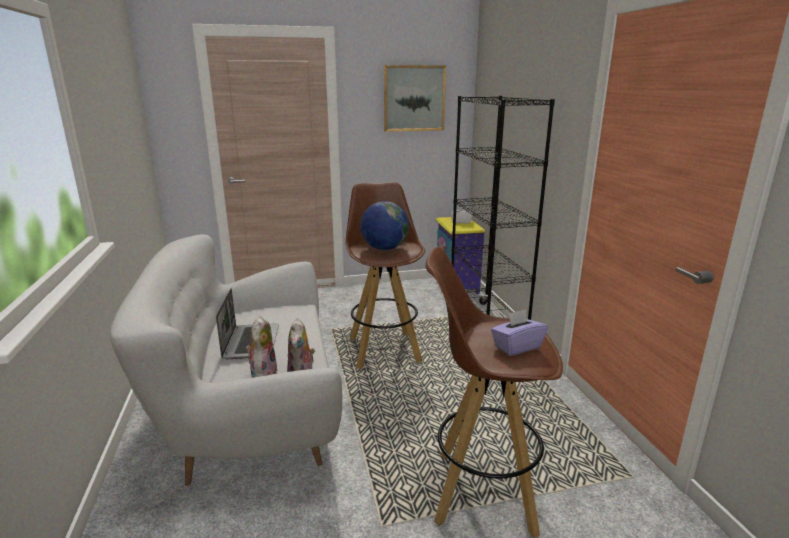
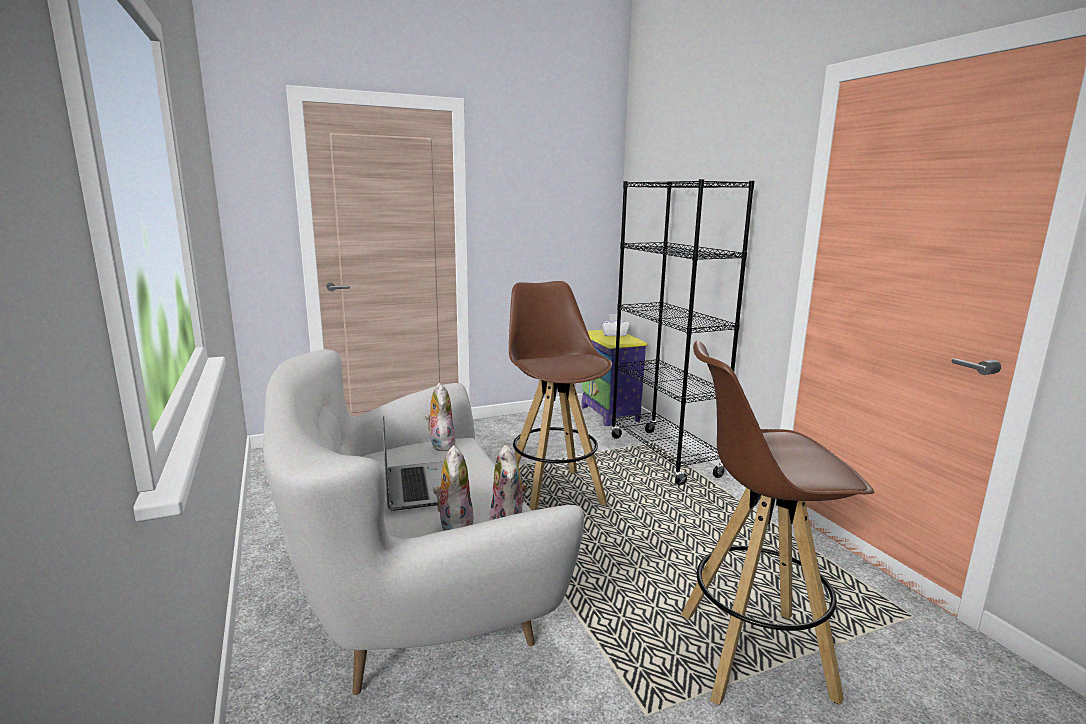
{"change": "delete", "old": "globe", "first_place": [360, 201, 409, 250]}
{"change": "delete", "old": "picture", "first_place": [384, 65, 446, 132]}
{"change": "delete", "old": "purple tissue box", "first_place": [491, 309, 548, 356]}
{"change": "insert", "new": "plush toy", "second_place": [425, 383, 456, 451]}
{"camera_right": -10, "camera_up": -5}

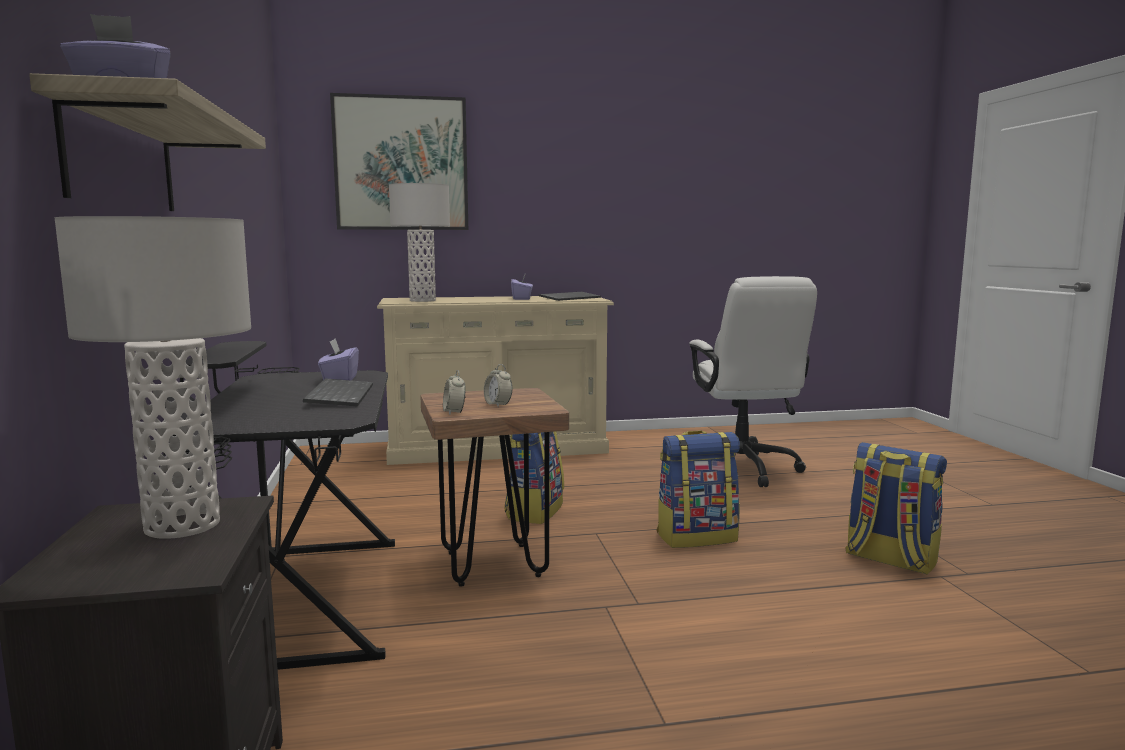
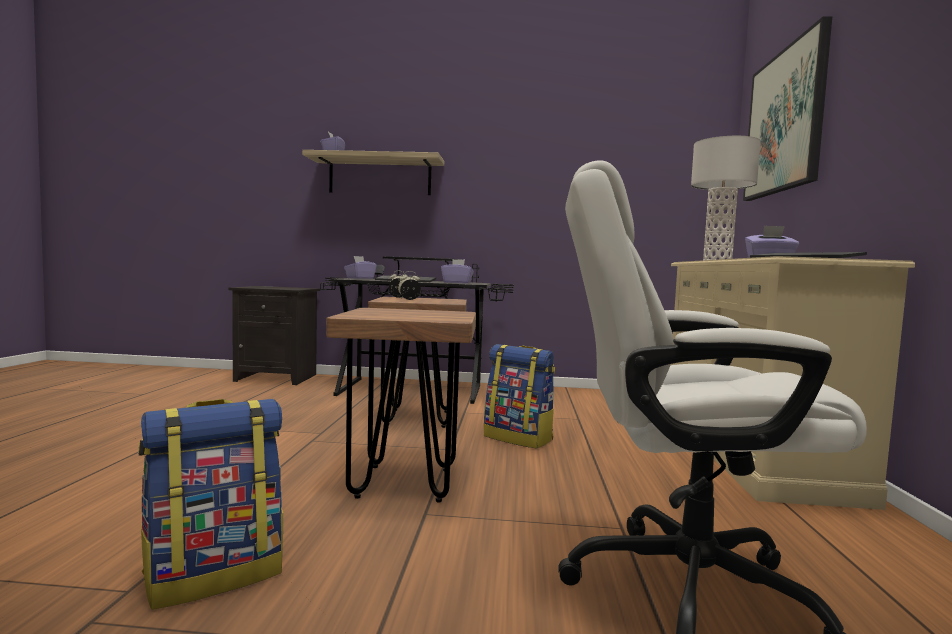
{"change": "delete", "old": "white table lamp", "first_place": [55, 216, 251, 539]}
{"change": "replace", "old": "backpack", "new": "brown stool", "first_place": [657, 430, 740, 548], "second_place": [326, 308, 476, 503]}
{"change": "insert", "new": "purple tissue box", "second_place": [344, 256, 377, 279]}
{"camera_right": 105, "camera_up": -5}

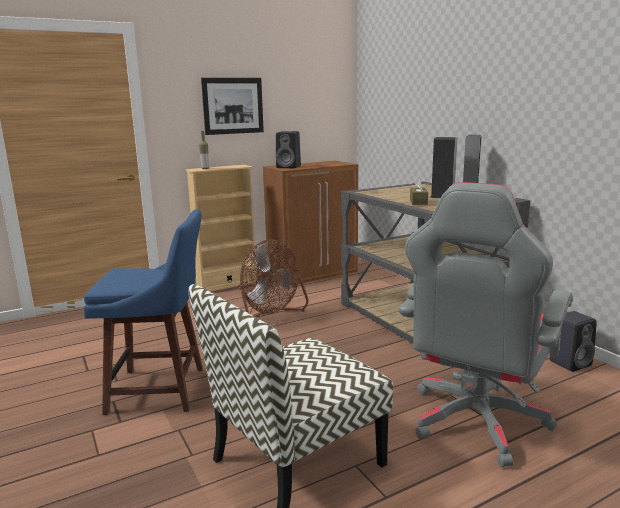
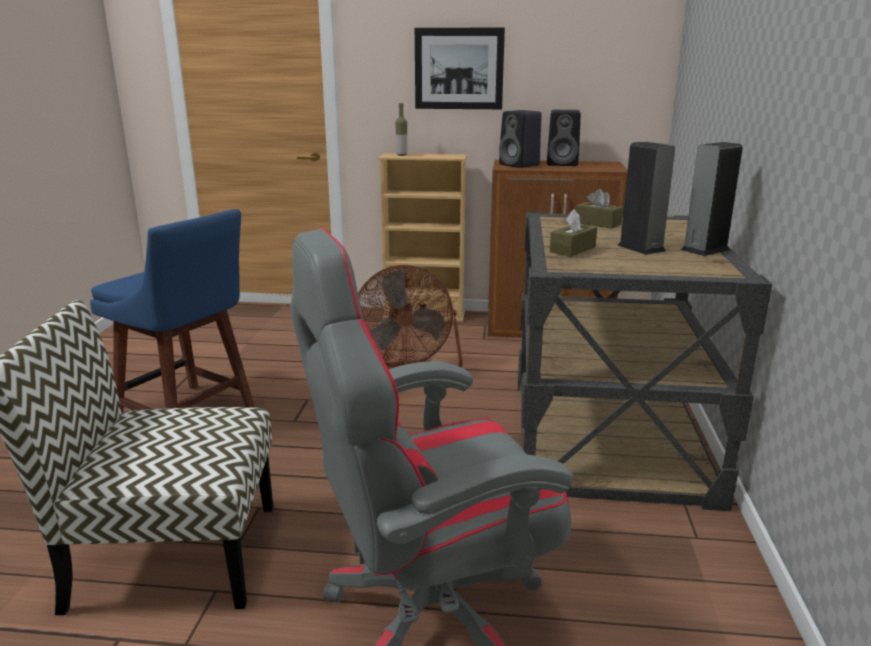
{"change": "move", "old": "black speaker", "first_place": [550, 311, 597, 372], "second_place": [547, 110, 581, 166]}
{"change": "insert", "new": "brown tissue box", "second_place": [576, 189, 623, 229]}
{"camera_right": 35, "camera_up": 5}

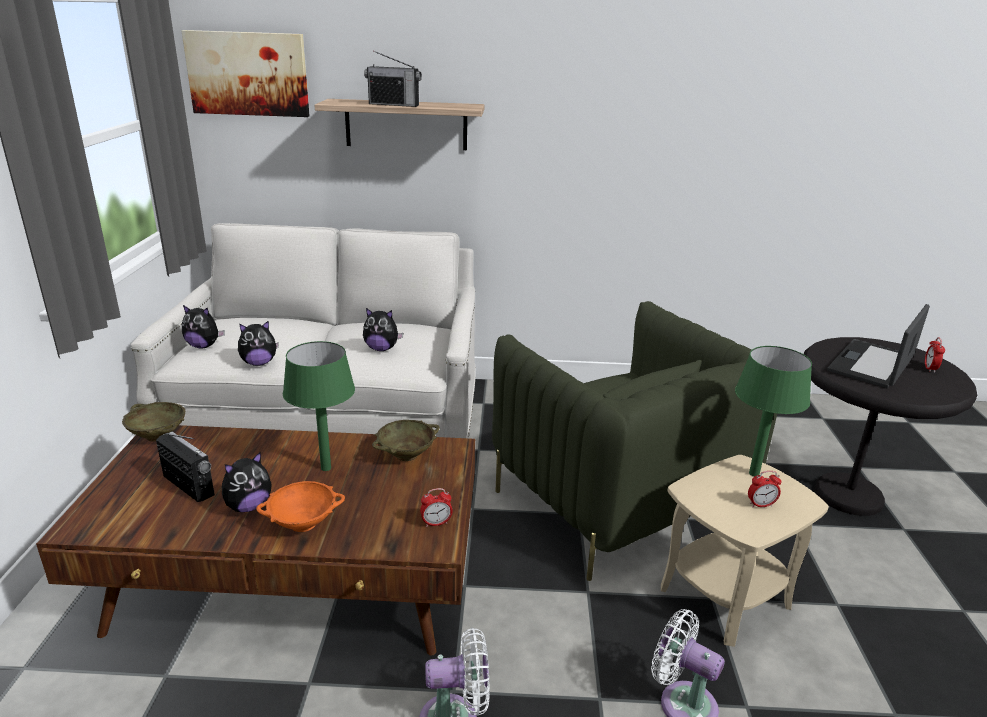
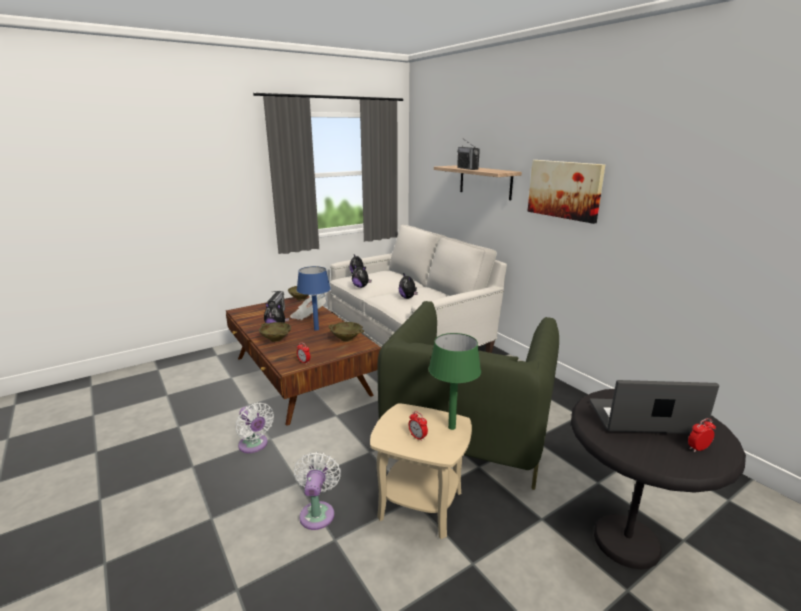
{"change": "move", "old": "picture", "first_place": [181, 30, 310, 117], "second_place": [527, 160, 605, 224]}
{"change": "recolor", "old": "orange bowl", "new": "beige bowl", "first_place": [256, 481, 345, 532], "second_place": [259, 322, 291, 342]}
{"change": "recolor", "old": "green table lamp", "new": "blue table lamp", "first_place": [283, 341, 355, 471], "second_place": [297, 266, 331, 331]}
{"change": "insert", "new": "newspaper", "second_place": [290, 292, 327, 320]}
{"camera_right": 55, "camera_up": -5}

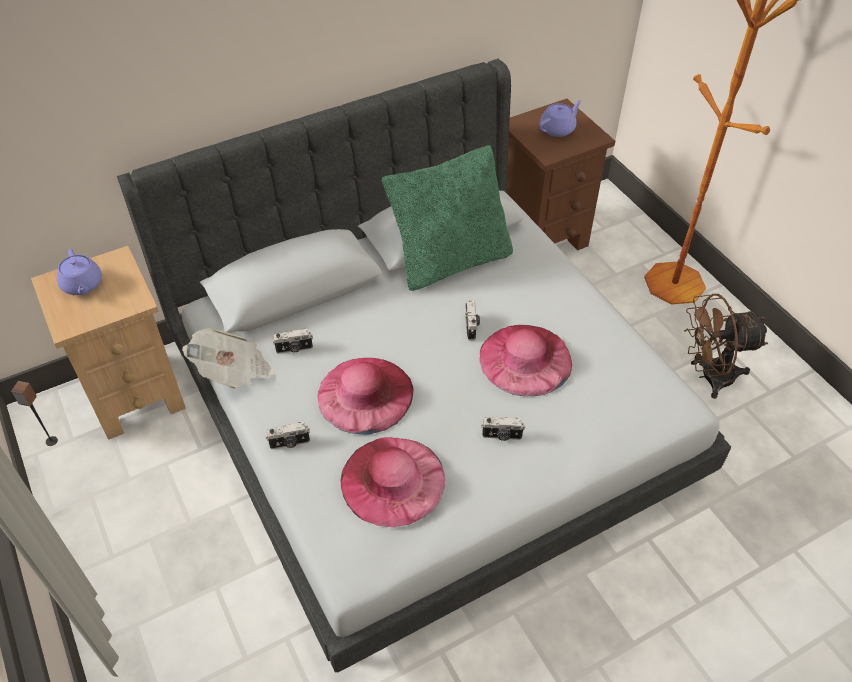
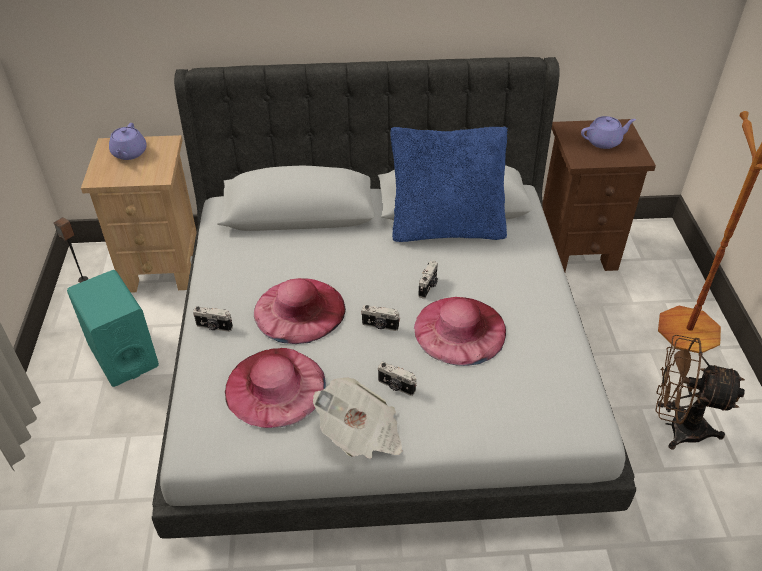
{"change": "move", "old": "newspaper", "first_place": [182, 328, 275, 388], "second_place": [313, 377, 402, 459]}
{"change": "move", "old": "photo camera", "first_place": [273, 329, 313, 354], "second_place": [361, 305, 400, 331]}
{"change": "recolor", "old": "green pillow", "new": "blue pillow", "first_place": [382, 145, 513, 291], "second_place": [390, 126, 508, 242]}
{"change": "insert", "new": "turquoise speaker", "second_place": [67, 270, 159, 387]}
{"camera_right": 25, "camera_up": -5}

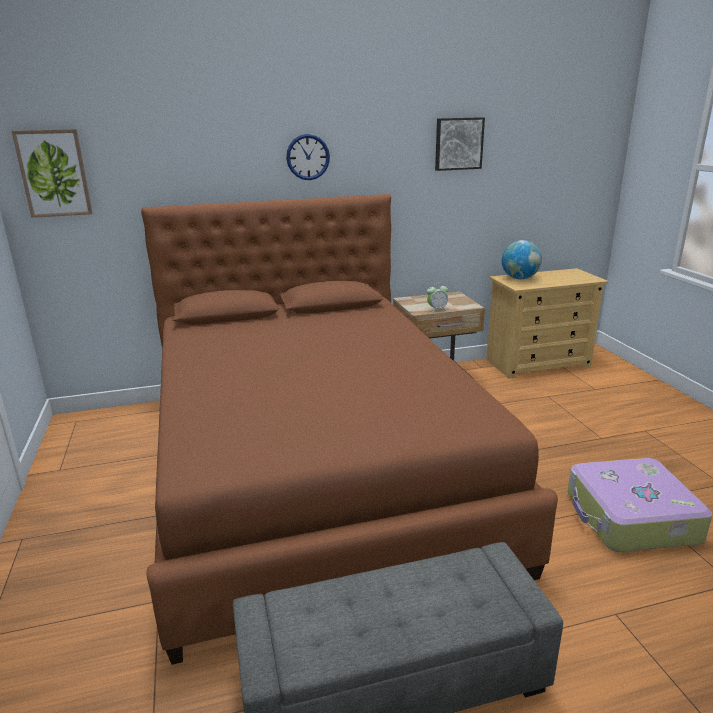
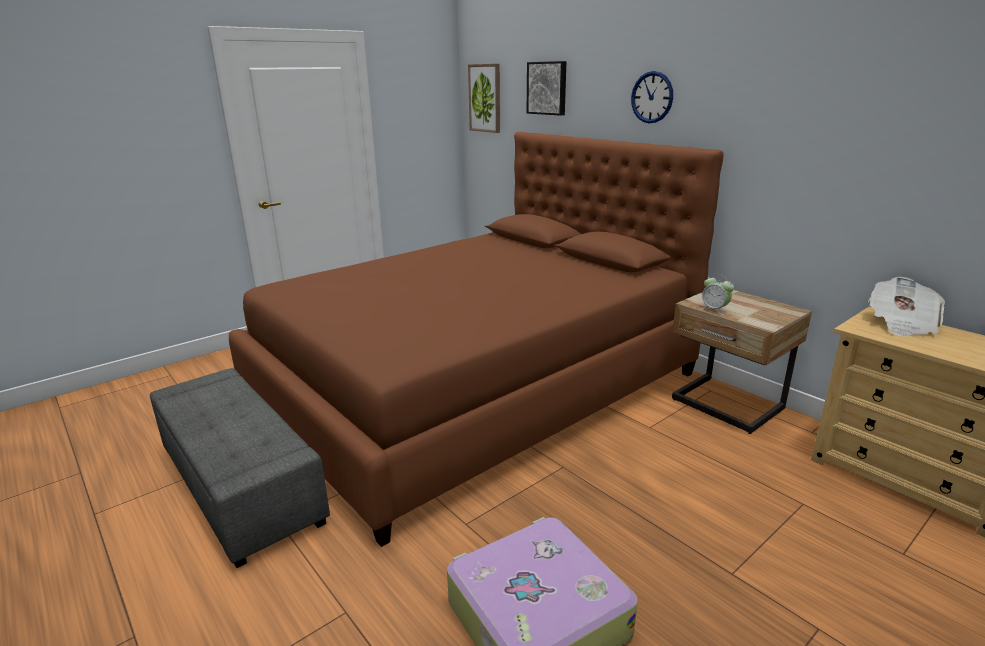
{"change": "move", "old": "picture", "first_place": [435, 117, 485, 171], "second_place": [527, 61, 567, 116]}
{"change": "replace", "old": "globe", "new": "newspaper", "first_place": [502, 240, 542, 279], "second_place": [868, 277, 945, 336]}
{"camera_right": 65, "camera_up": 0}

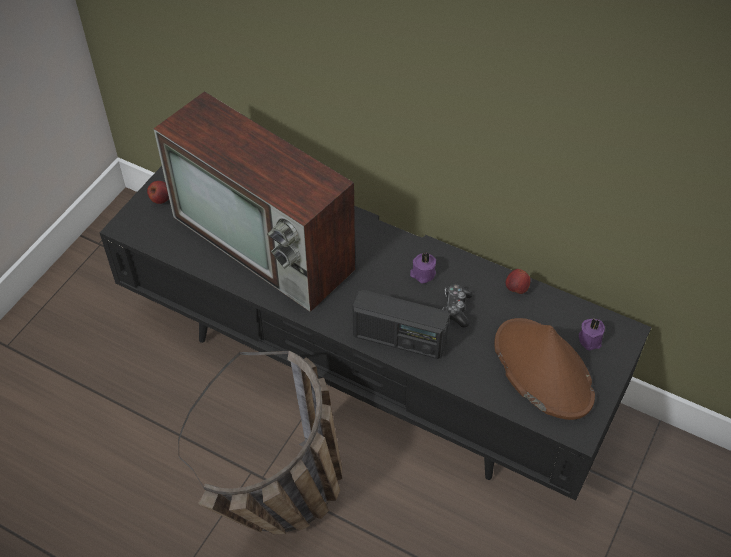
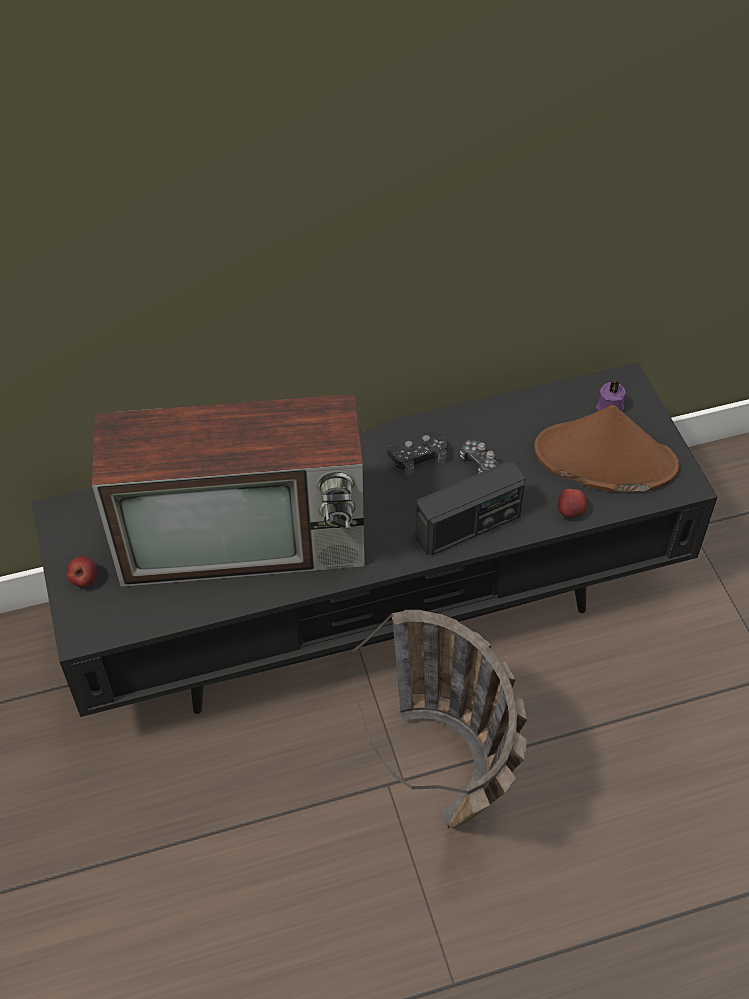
{"change": "replace", "old": "purple candle", "new": "black game controller", "first_place": [410, 252, 436, 283], "second_place": [388, 431, 447, 477]}
{"change": "move", "old": "apple", "first_place": [506, 269, 531, 294], "second_place": [558, 489, 587, 518]}
{"camera_right": -45, "camera_up": 0}

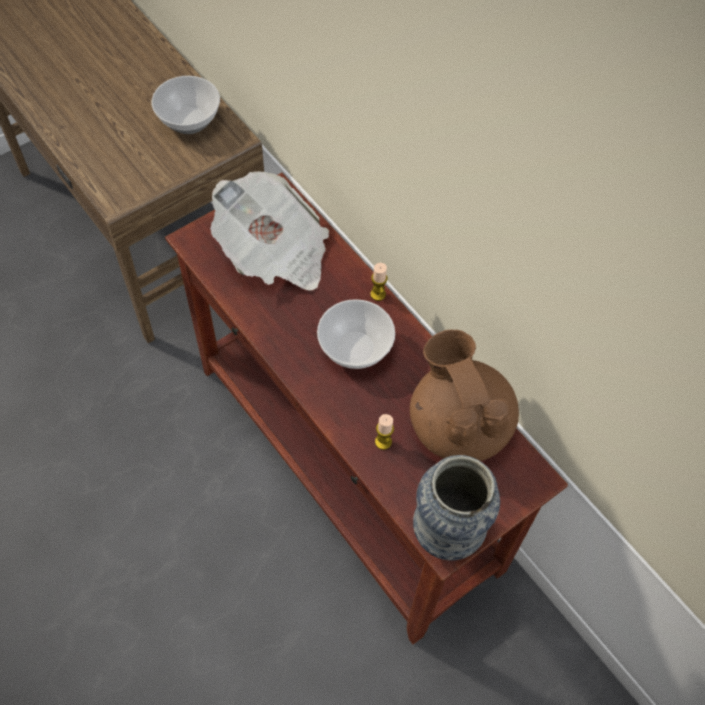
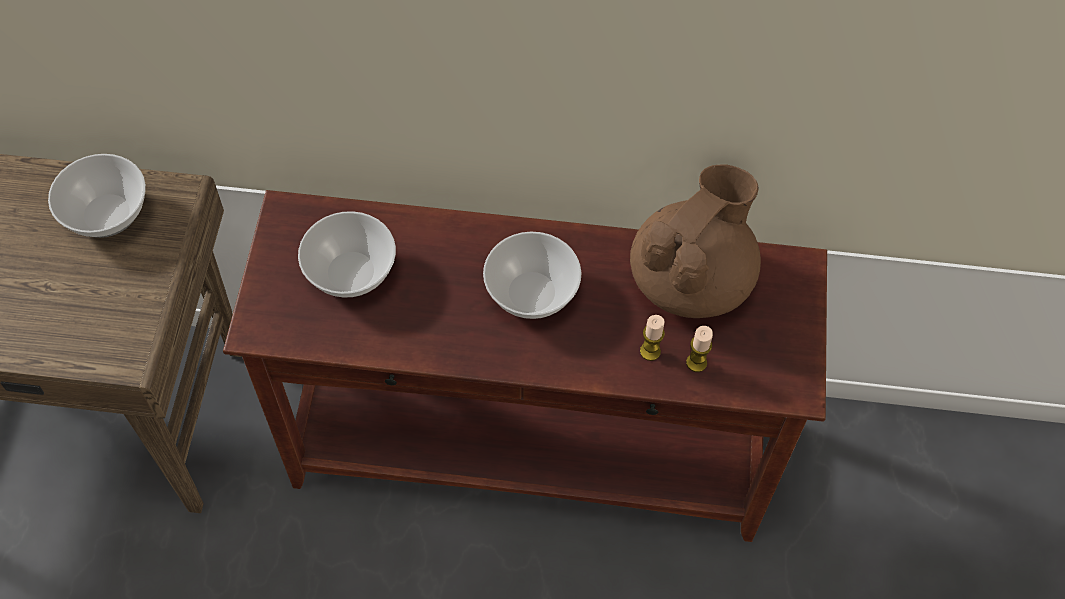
{"change": "replace", "old": "newspaper", "new": "bowl", "first_place": [210, 171, 329, 291], "second_place": [298, 211, 396, 298]}
{"change": "move", "old": "candle", "first_place": [370, 263, 388, 301], "second_place": [686, 326, 713, 372]}
{"change": "rotate", "old": "brown teapot", "first_place": [410, 329, 519, 461], "second_place": [630, 165, 761, 318], "degrees": 105}
{"change": "delete", "old": "vase", "first_place": [413, 455, 500, 560]}
{"camera_right": -45, "camera_up": 0}

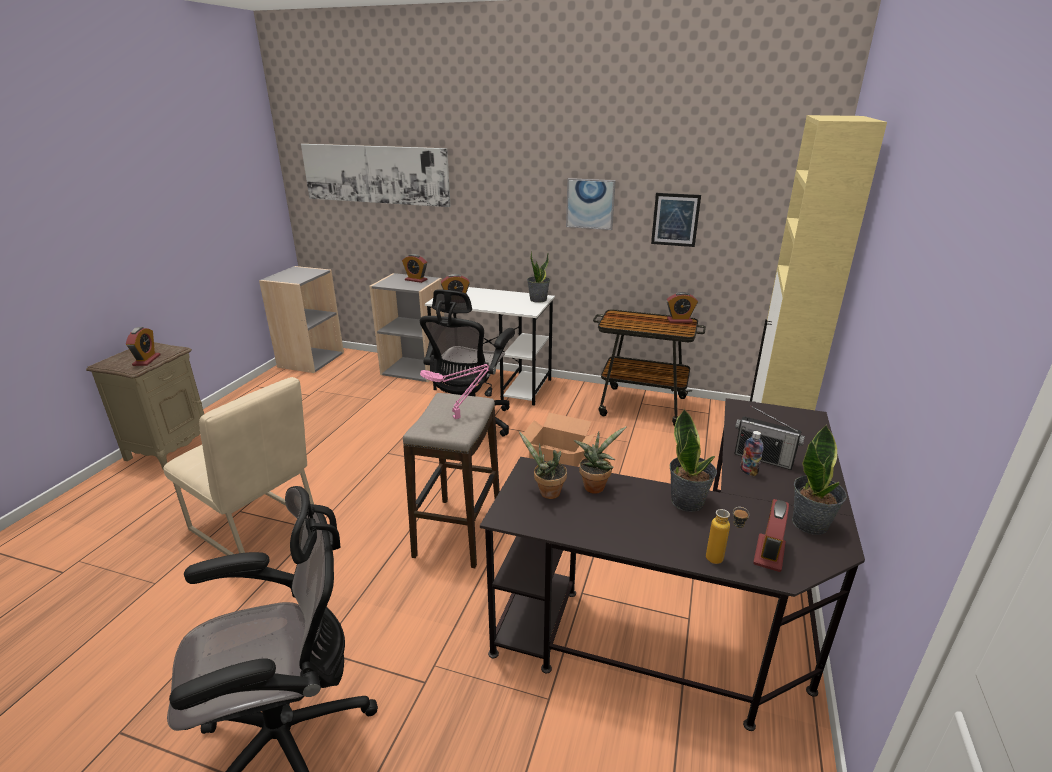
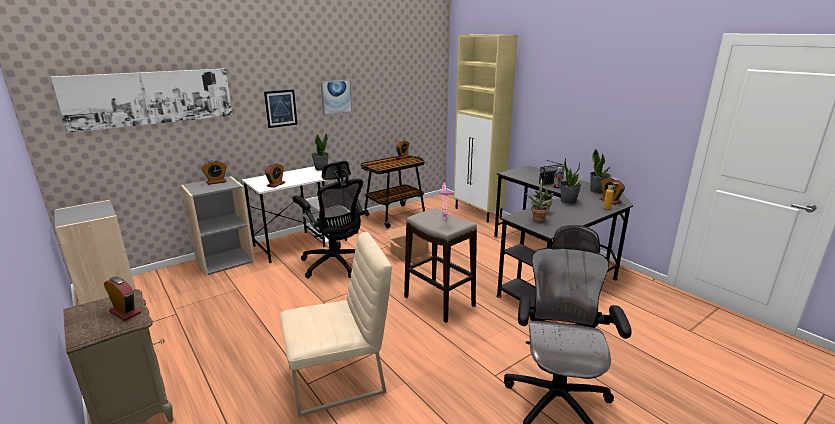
{"change": "move", "old": "picture", "first_place": [651, 193, 701, 247], "second_place": [264, 89, 298, 128]}
{"camera_right": -55, "camera_up": -5}

